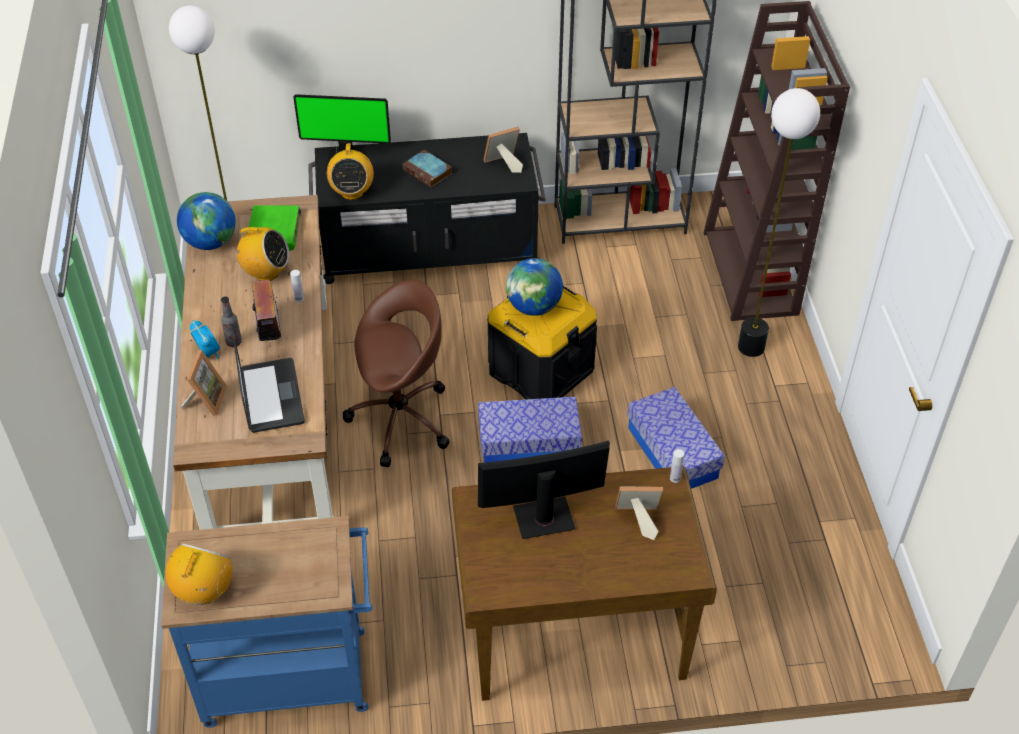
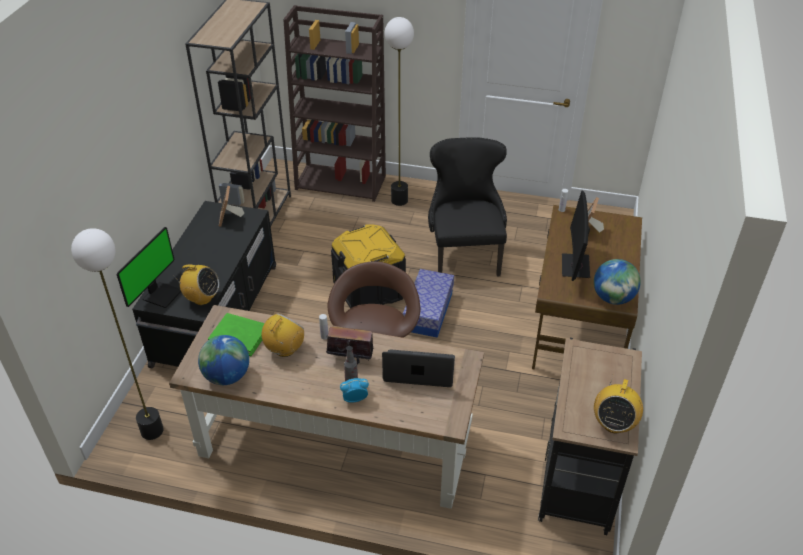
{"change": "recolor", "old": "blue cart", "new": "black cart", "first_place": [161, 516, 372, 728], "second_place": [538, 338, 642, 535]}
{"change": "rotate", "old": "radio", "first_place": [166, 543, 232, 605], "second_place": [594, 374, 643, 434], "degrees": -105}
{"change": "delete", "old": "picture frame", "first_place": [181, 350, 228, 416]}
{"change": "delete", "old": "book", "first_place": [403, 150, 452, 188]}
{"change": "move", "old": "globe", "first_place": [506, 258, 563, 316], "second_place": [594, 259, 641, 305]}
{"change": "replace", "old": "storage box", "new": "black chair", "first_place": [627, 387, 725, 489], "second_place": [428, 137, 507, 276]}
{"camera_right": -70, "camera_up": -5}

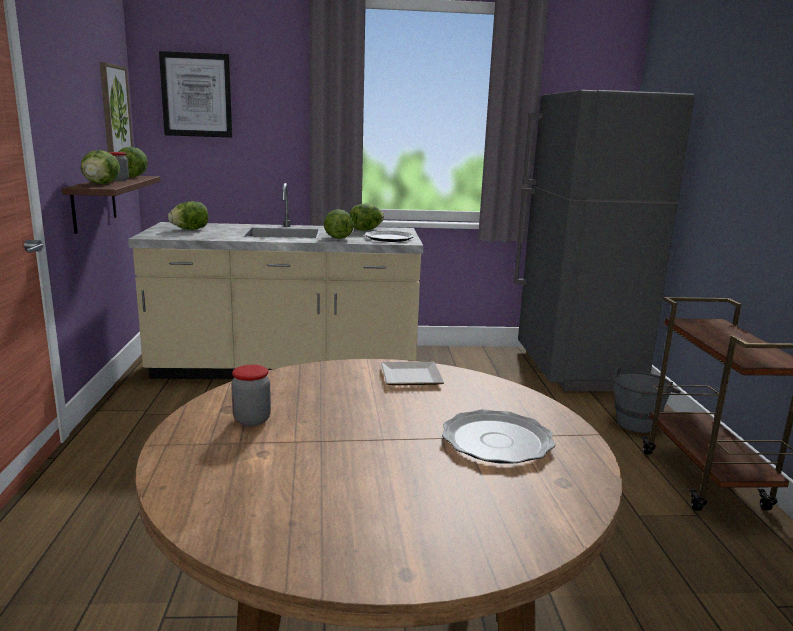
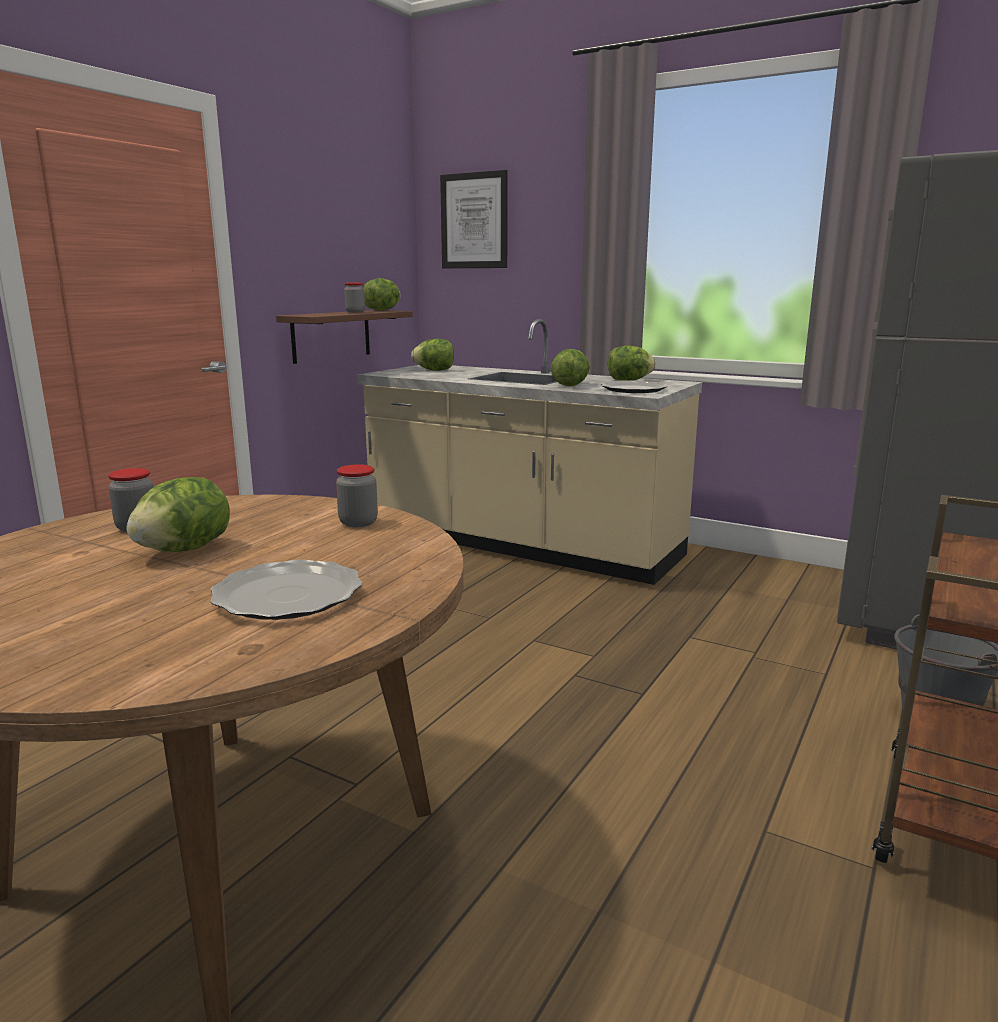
{"change": "move", "old": "lettuce", "first_place": [81, 150, 120, 184], "second_place": [127, 477, 230, 552]}
{"change": "delete", "old": "picture", "first_place": [100, 62, 133, 152]}
{"change": "replace", "old": "plate", "new": "jar", "first_place": [381, 362, 444, 385], "second_place": [336, 464, 378, 527]}
{"camera_right": 35, "camera_up": 0}

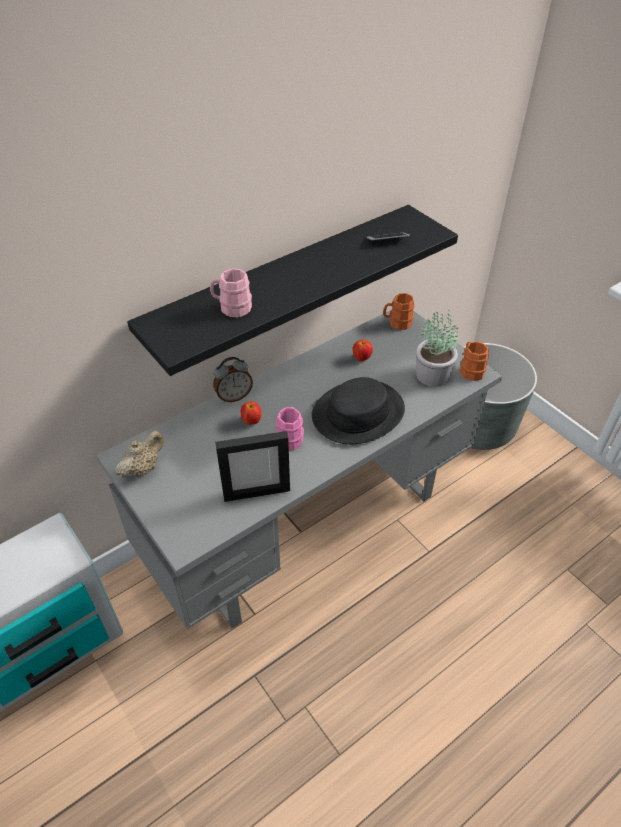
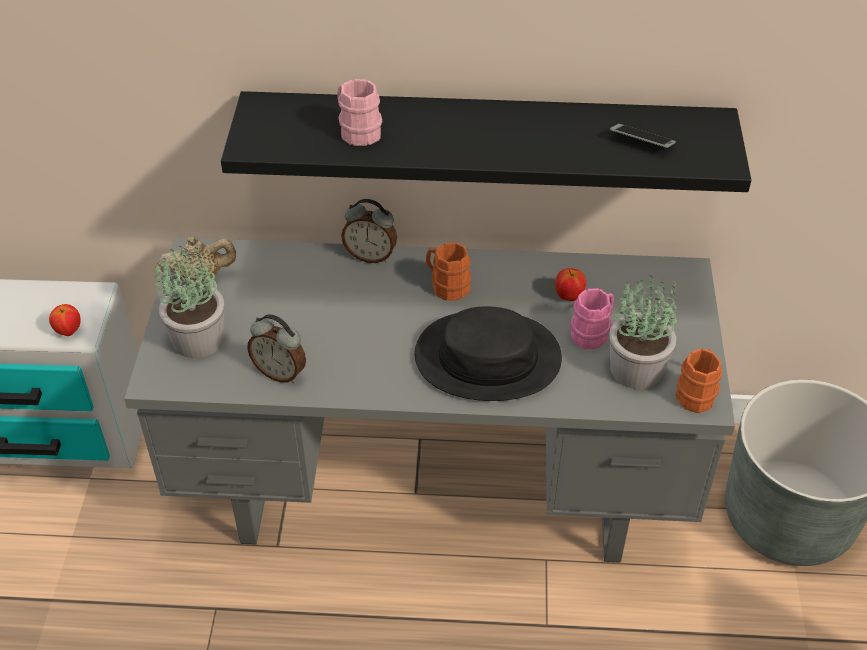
{"change": "replace", "old": "picture frame", "new": "alarm clock", "first_place": [215, 431, 290, 502], "second_place": [247, 314, 306, 383]}
{"change": "move", "old": "apple", "first_place": [241, 401, 261, 425], "second_place": [49, 304, 81, 336]}
{"change": "move", "old": "pink mug", "first_place": [276, 406, 304, 450], "second_place": [570, 288, 614, 349]}
{"change": "move", "old": "orange mug", "first_place": [383, 293, 415, 330], "second_place": [426, 242, 471, 301]}
{"change": "insert", "new": "potted plant", "second_place": [154, 246, 224, 358]}
{"camera_right": 40, "camera_up": 0}

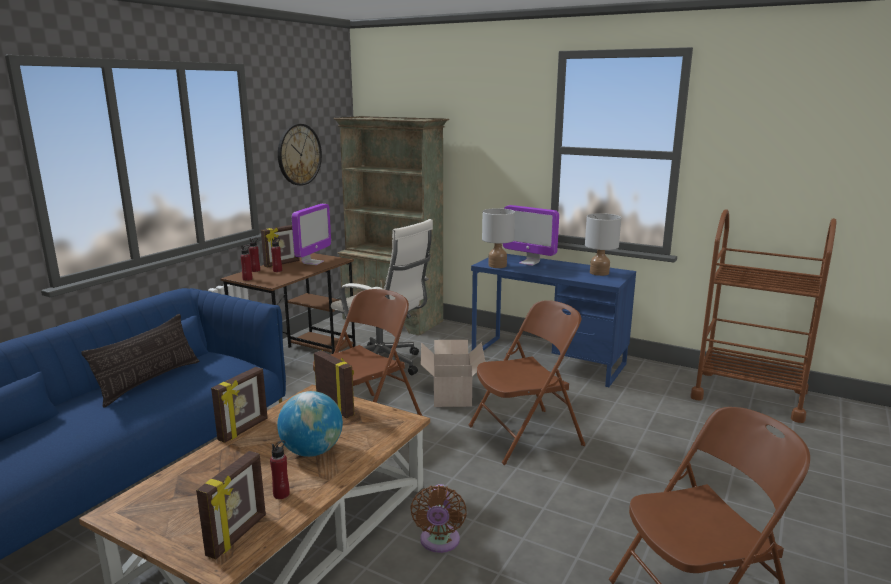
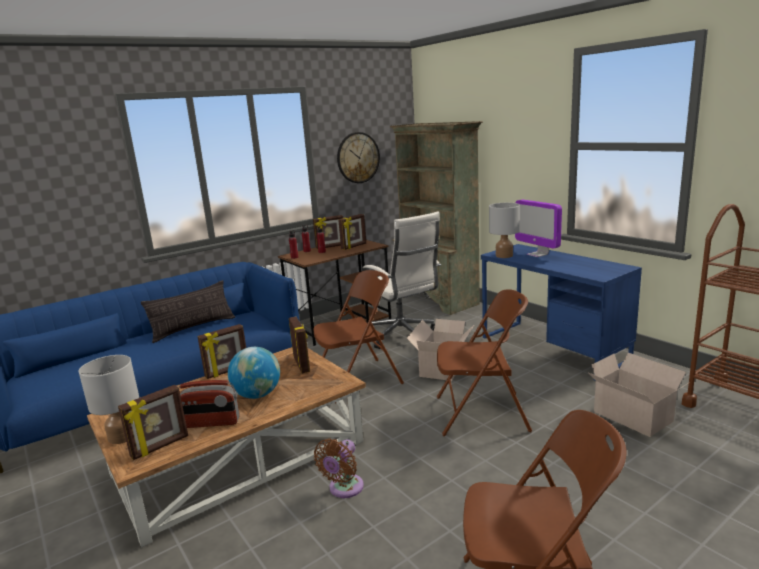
{"change": "replace", "old": "red bottle", "new": "radio", "first_place": [270, 440, 290, 499], "second_place": [179, 380, 240, 428]}
{"change": "replace", "old": "monitor", "new": "picture frame", "first_place": [292, 204, 331, 265], "second_place": [338, 214, 366, 250]}
{"change": "move", "old": "grey table lamp", "first_place": [585, 213, 621, 276], "second_place": [79, 355, 139, 444]}
{"change": "insert", "new": "cardboard box", "second_place": [589, 353, 690, 437]}
{"camera_right": 25, "camera_up": 0}

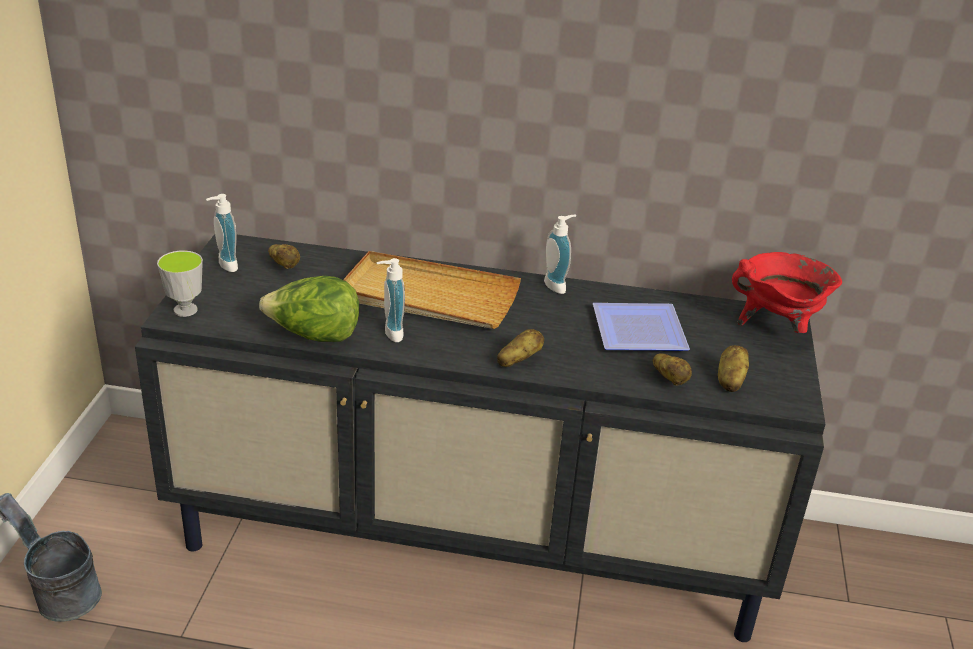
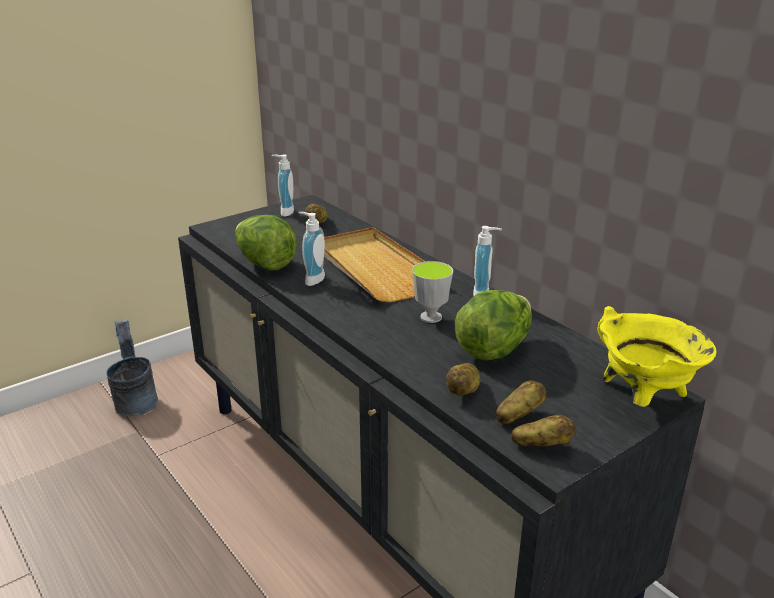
{"change": "move", "old": "cup", "first_place": [157, 250, 203, 317], "second_place": [412, 261, 453, 323]}
{"change": "move", "old": "potato", "first_place": [497, 329, 544, 367], "second_place": [511, 415, 575, 447]}
{"change": "replace", "old": "plate", "new": "lettuce", "first_place": [593, 303, 690, 351], "second_place": [455, 290, 532, 361]}
{"change": "recolor", "old": "red cooking pot", "new": "yellow cooking pot", "first_place": [732, 252, 842, 333], "second_place": [597, 306, 717, 407]}
{"camera_right": 45, "camera_up": -5}

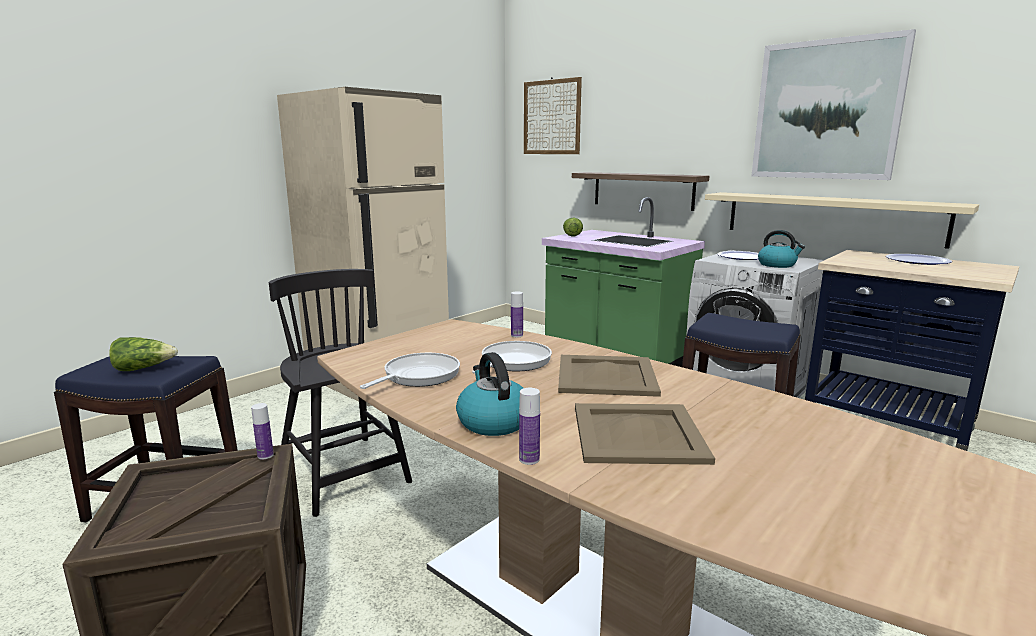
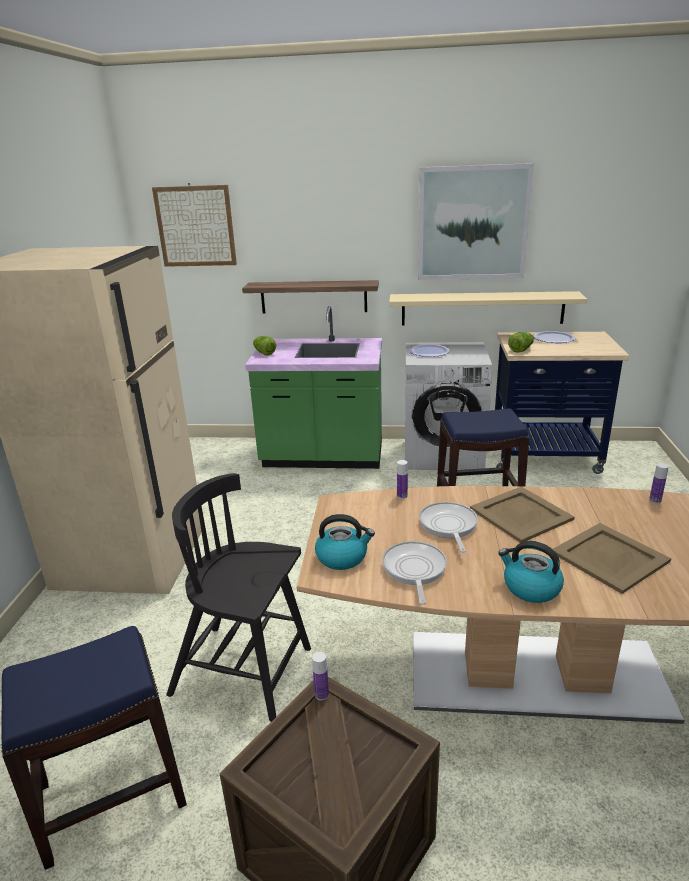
{"change": "move", "old": "lettuce", "first_place": [110, 337, 178, 371], "second_place": [508, 332, 534, 353]}
{"change": "move", "old": "bottle", "first_place": [519, 388, 540, 465], "second_place": [649, 463, 669, 504]}
{"change": "move", "old": "kettle", "first_place": [758, 230, 805, 268], "second_place": [315, 514, 375, 570]}
{"camera_right": -35, "camera_up": 10}

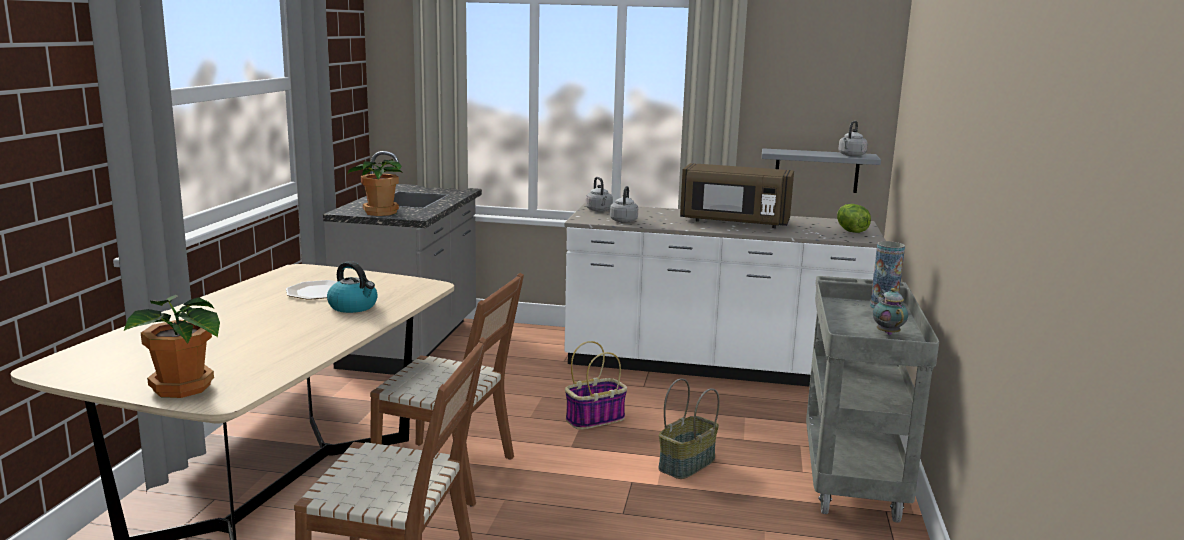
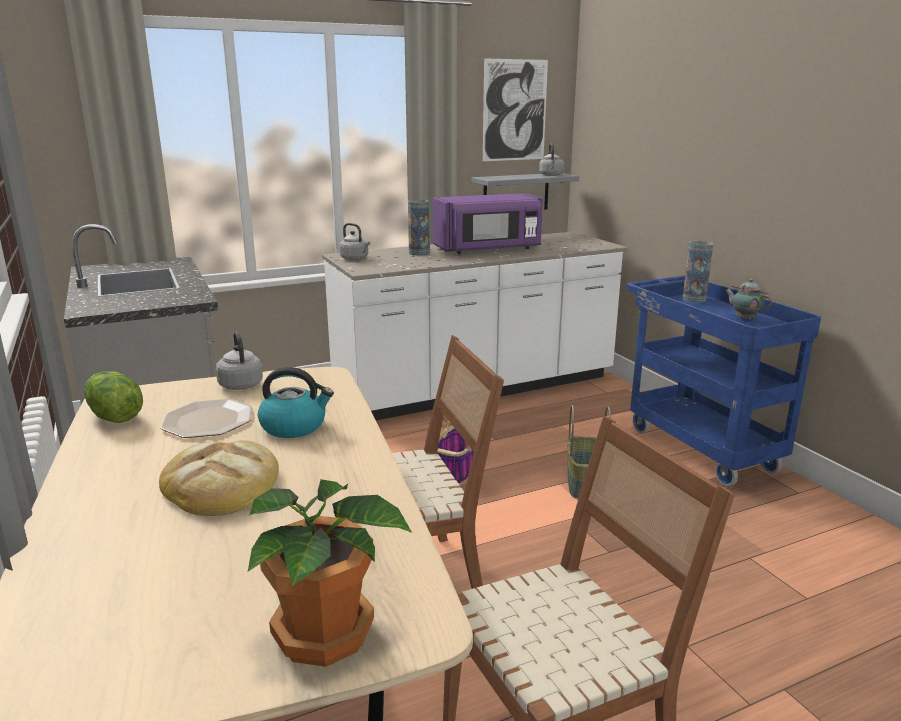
{"change": "delete", "old": "potted plant", "first_place": [347, 159, 403, 216]}
{"change": "move", "old": "grey kettle", "first_place": [610, 186, 638, 223], "second_place": [216, 331, 263, 390]}
{"change": "recolor", "old": "brown microwave", "new": "purple microwave", "first_place": [680, 163, 794, 228], "second_place": [433, 193, 543, 254]}
{"change": "recolor", "old": "grey cart", "new": "blue cart", "first_place": [806, 276, 939, 523], "second_place": [627, 276, 821, 487]}
{"change": "move", "old": "lettuce", "first_place": [837, 204, 871, 233], "second_place": [84, 371, 143, 423]}
{"change": "insert", "new": "bread", "second_place": [159, 441, 279, 516]}
{"change": "insert", "new": "vase", "second_place": [408, 200, 430, 256]}
{"change": "insert", "new": "picture", "second_place": [483, 58, 548, 161]}
{"camera_right": -35, "camera_up": 5}

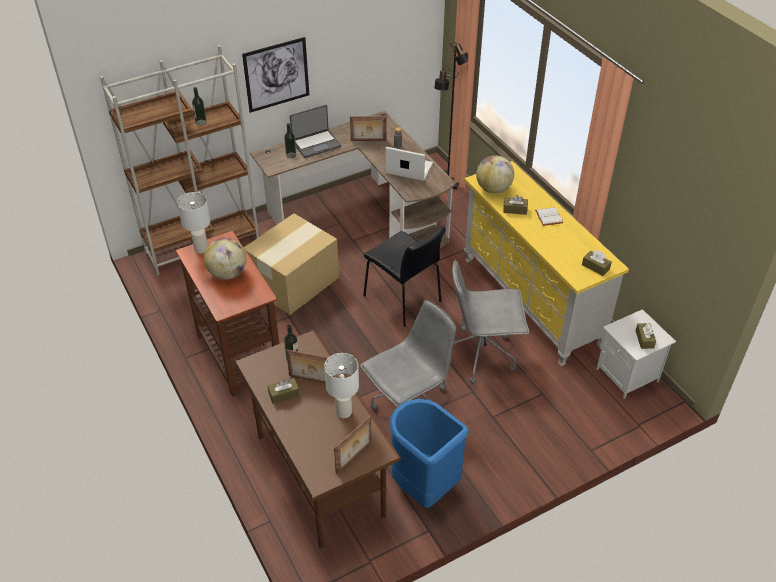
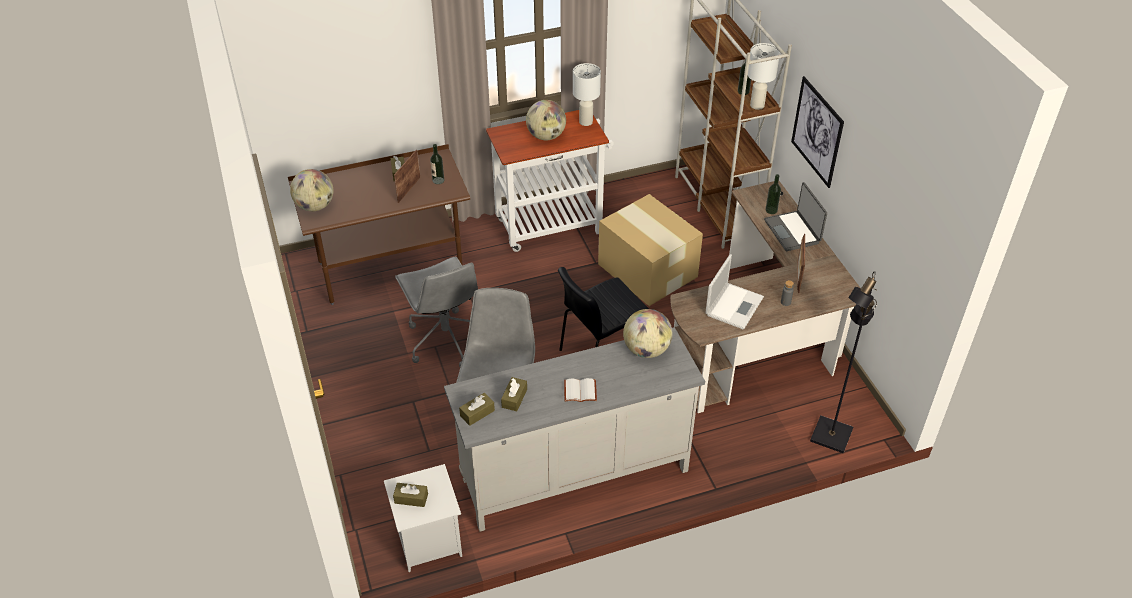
{"change": "recolor", "old": "brown cart", "new": "white cart", "first_place": [176, 231, 279, 397], "second_place": [486, 110, 614, 252]}
{"change": "move", "old": "white table lamp", "first_place": [324, 353, 359, 418], "second_place": [748, 43, 780, 110]}
{"change": "replace", "old": "picture frame", "new": "globe", "first_place": [334, 415, 372, 473], "second_place": [290, 169, 333, 211]}
{"change": "delete", "old": "blue trash can", "first_place": [389, 399, 469, 508]}
{"change": "recolor", "old": "yellow dresser", "new": "grey dresser", "first_place": [464, 161, 629, 366], "second_place": [444, 327, 705, 532]}
{"change": "move", "old": "brown tissue box", "first_place": [503, 195, 528, 215], "second_place": [501, 377, 527, 411]}
{"camera_right": 100, "camera_up": 0}

